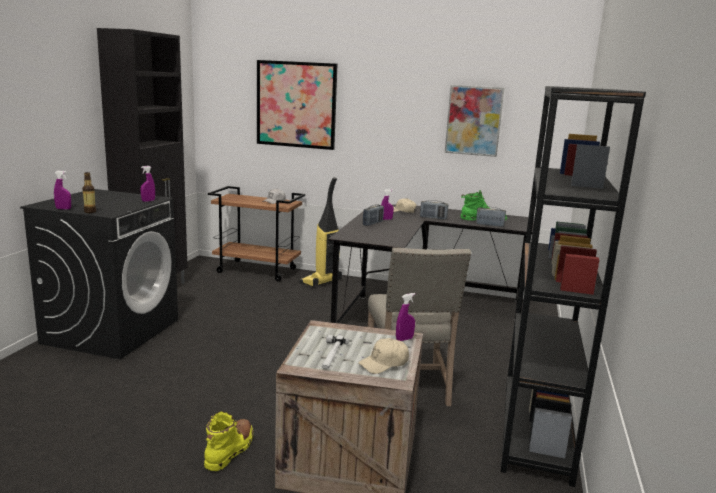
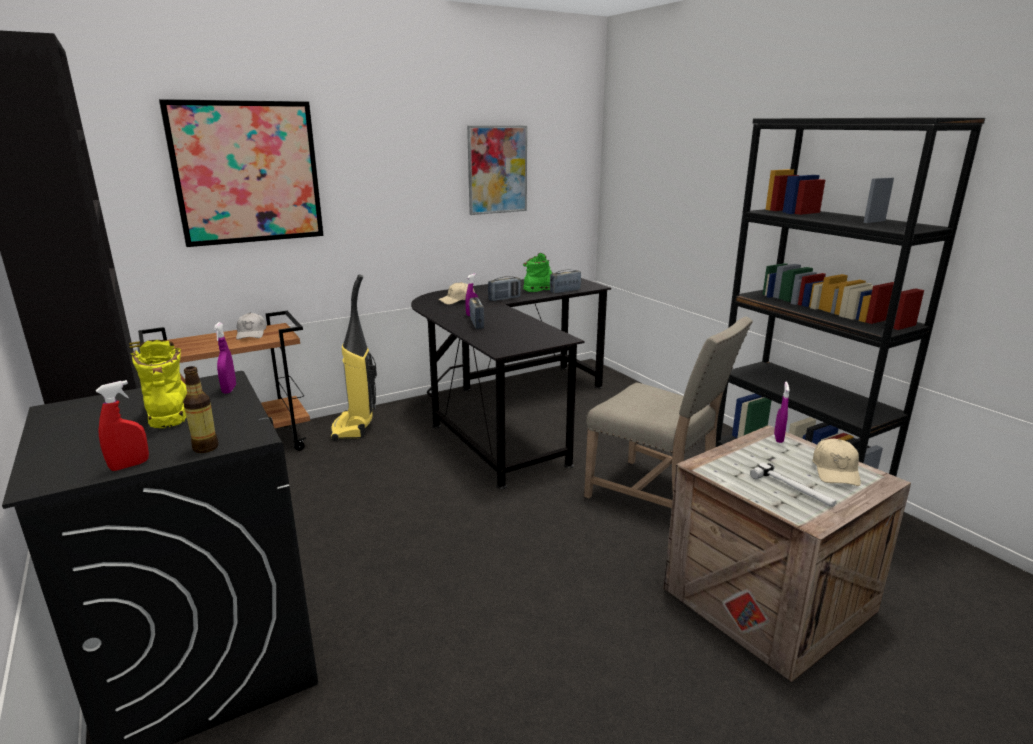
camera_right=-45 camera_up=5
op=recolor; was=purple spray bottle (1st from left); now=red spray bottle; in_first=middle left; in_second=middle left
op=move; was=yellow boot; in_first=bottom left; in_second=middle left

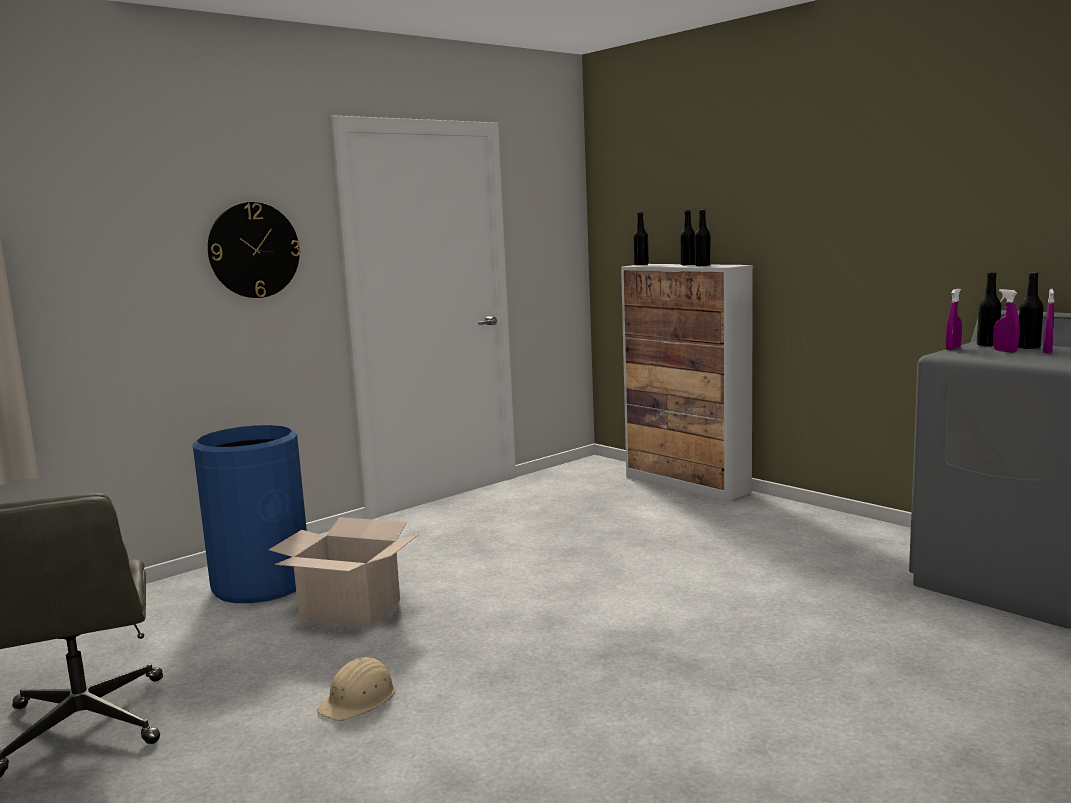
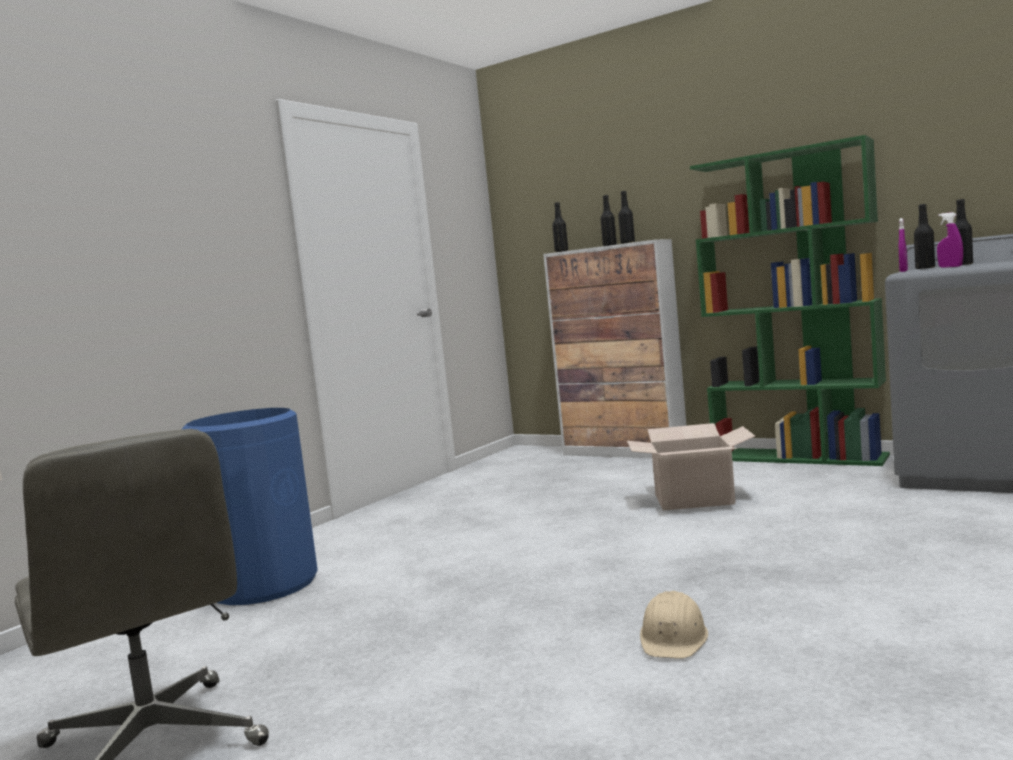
camera_right=-15 camera_up=-5
op=move; was=cardboard box; in_first=bottom left; in_second=middle right
op=move; was=beige hard hat; in_first=bottom left; in_second=bottom centre
op=insert; now=green bookcase; in_second=middle right
op=delete; was=wall clock; in_first=top left
op=delete; was=purple spray bottle (3rd from left); in_first=middle right

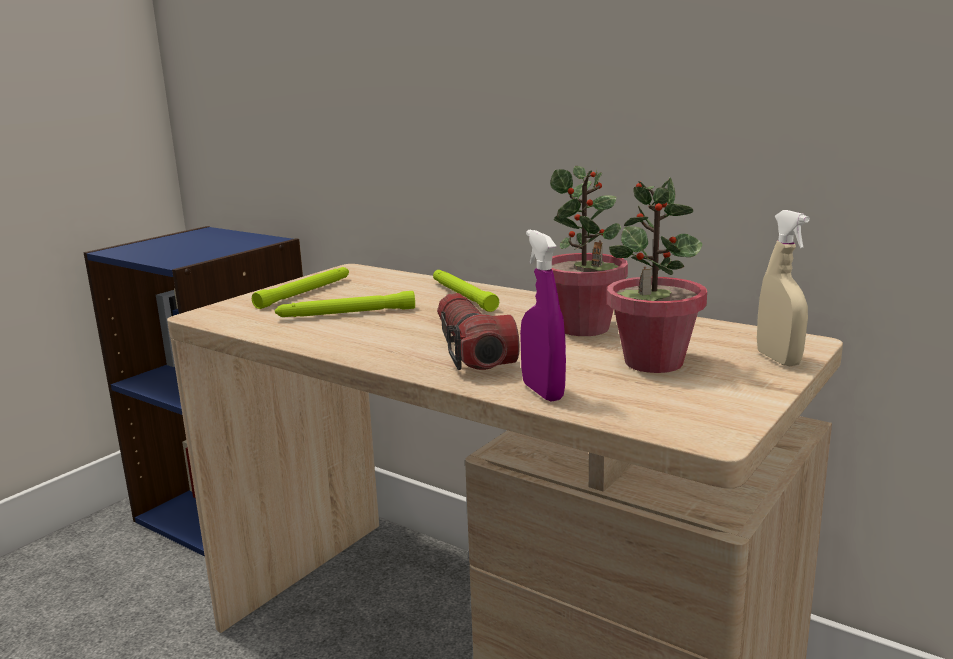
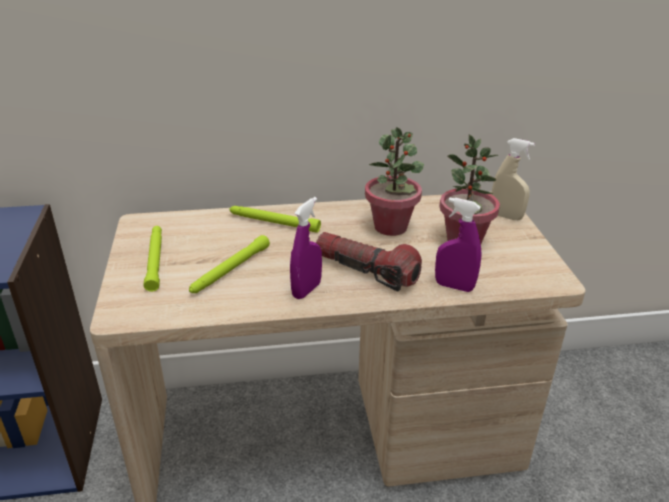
camera_right=-45 camera_up=15
op=insert; now=purple spray bottle (1st from left); in_second=centre

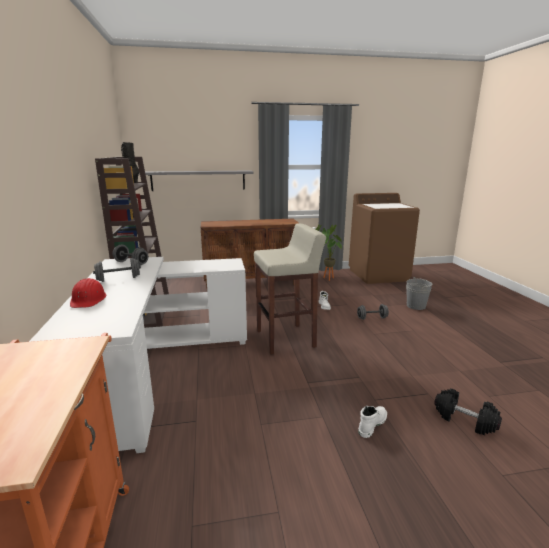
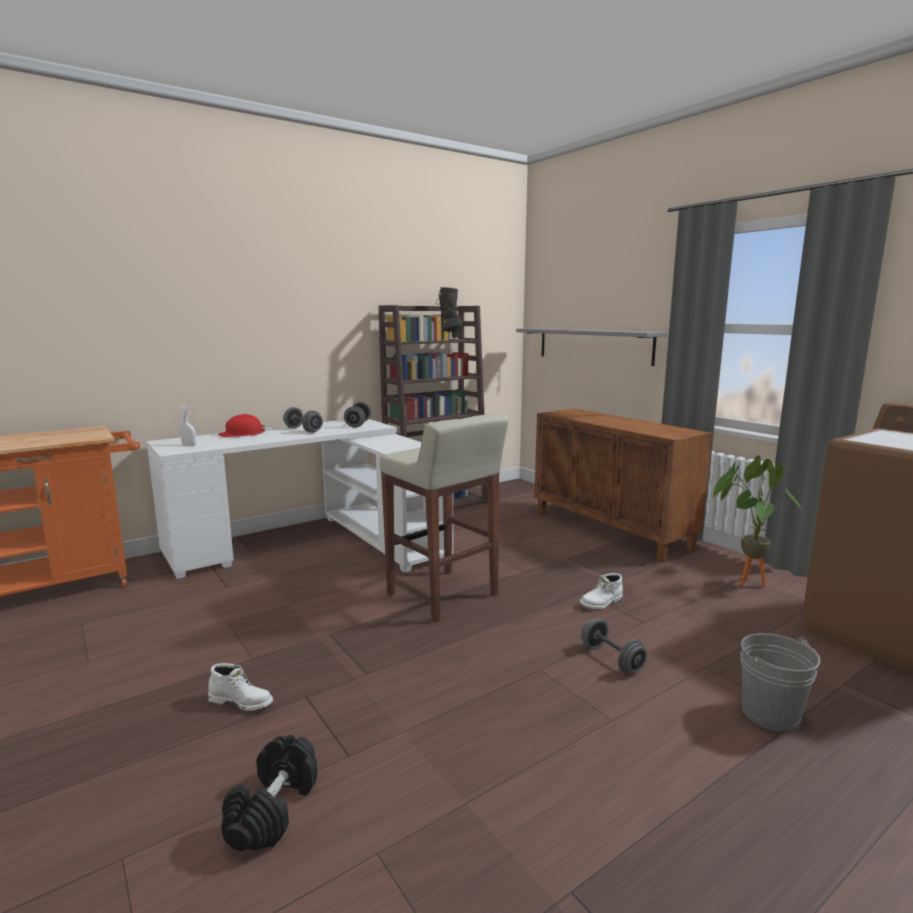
camera_right=65 camera_up=-5
op=insert; now=white spray bottle; in_second=middle left

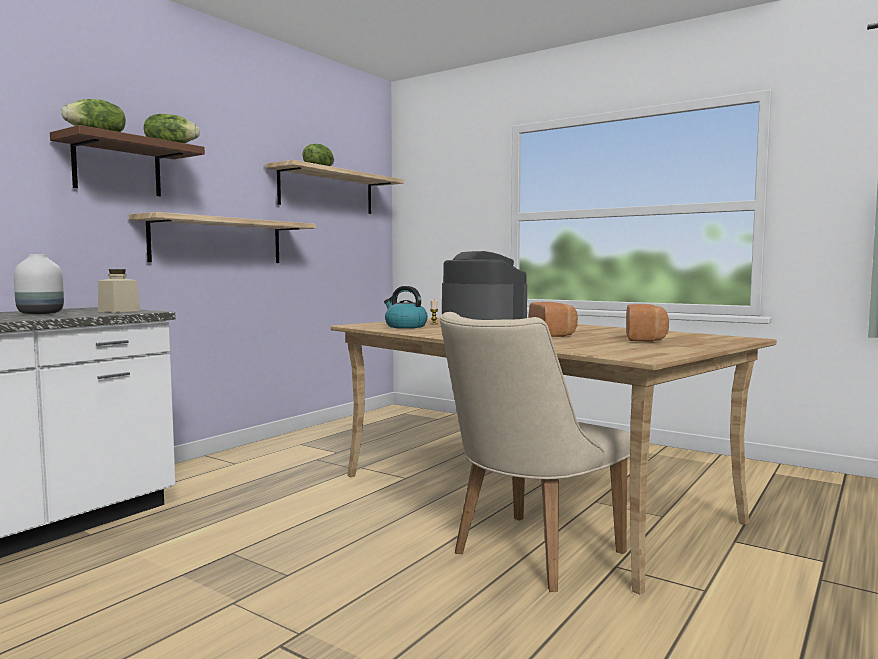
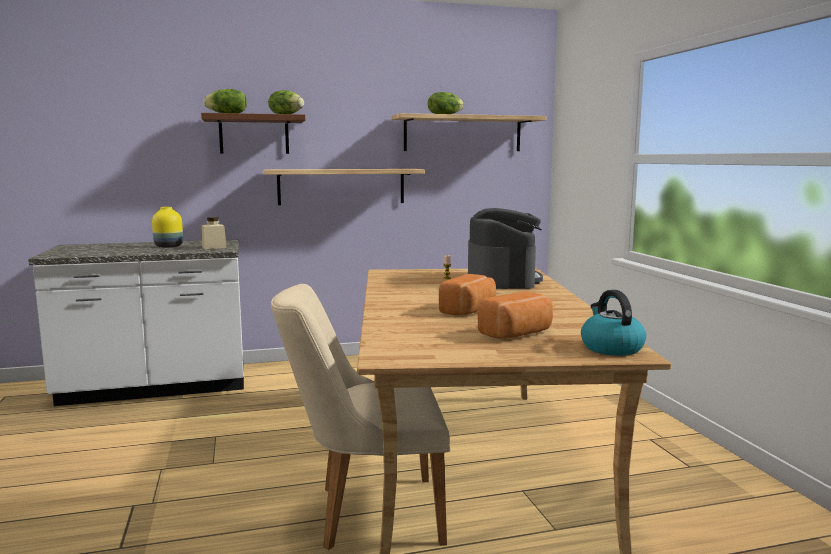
camera_right=40 camera_up=5
op=recolor; was=white vase; now=yellow vase; in_first=middle left; in_second=middle left
op=move; was=kettle; in_first=centre; in_second=middle right

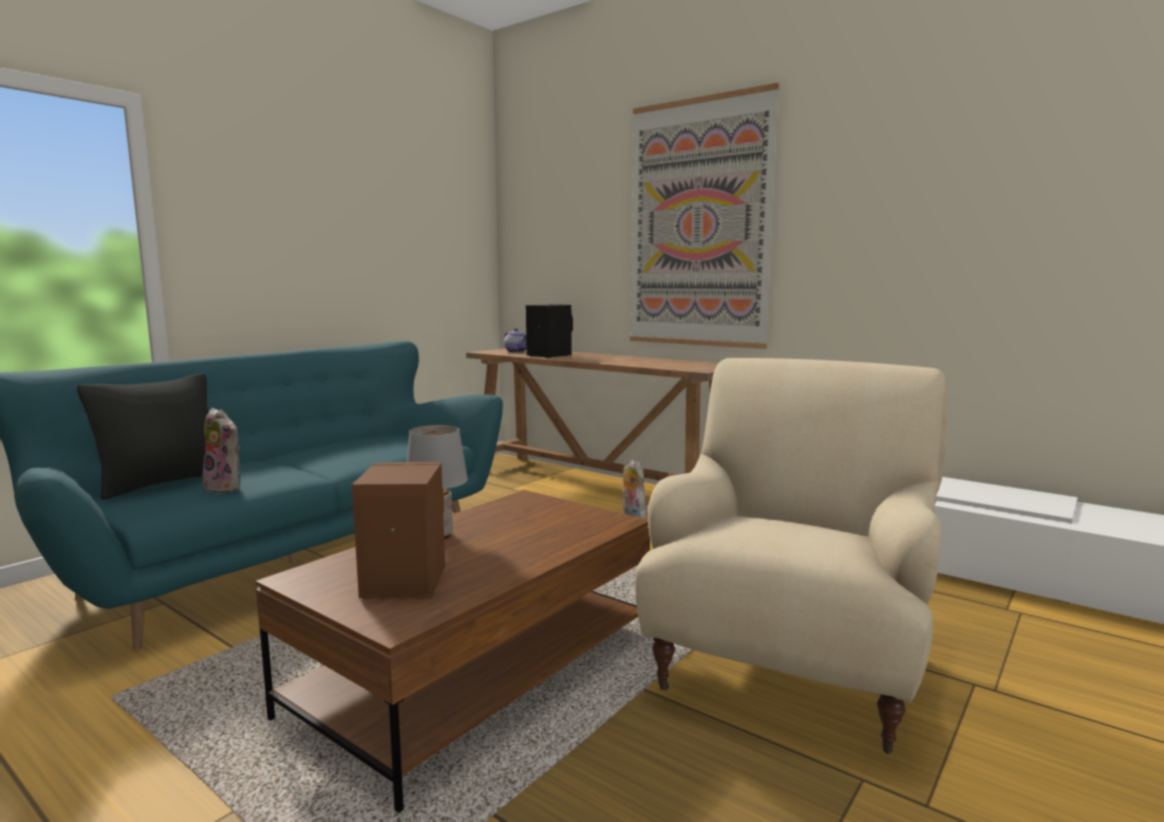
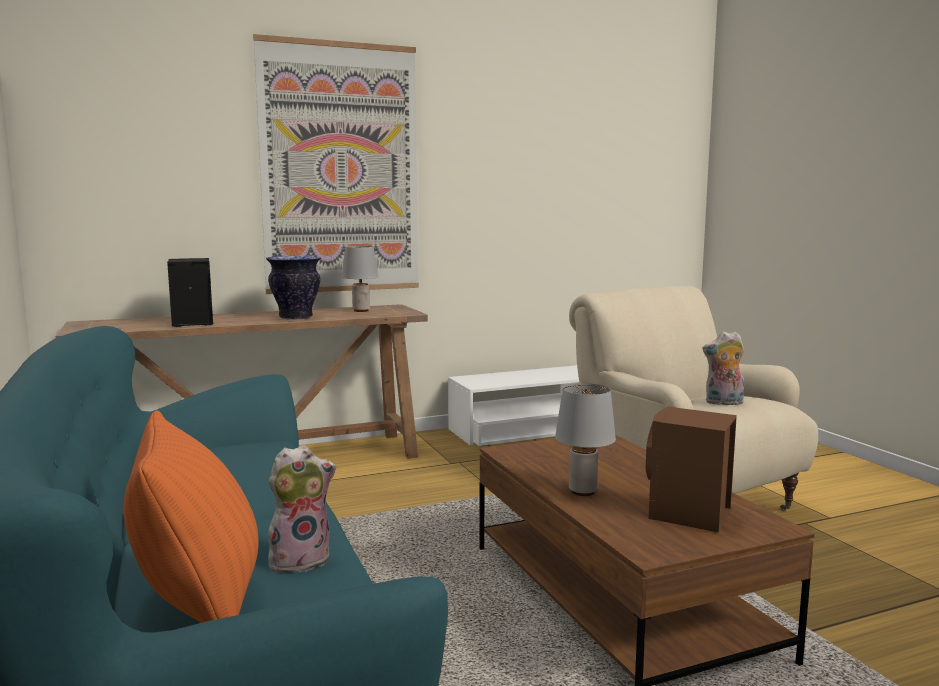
camera_right=-60 camera_up=0
op=recolor; was=black pillow; now=orange pillow; in_first=middle left; in_second=bottom left
op=insert; now=vase; in_second=middle left
op=insert; now=grey table lamp (1st from left); in_second=centre
op=move; was=plush toy (2nd from left); in_first=centre; in_second=middle right
op=delete; was=teapot; in_first=centre

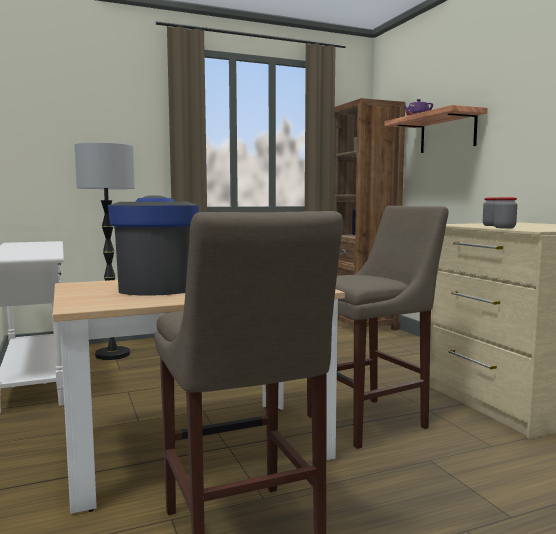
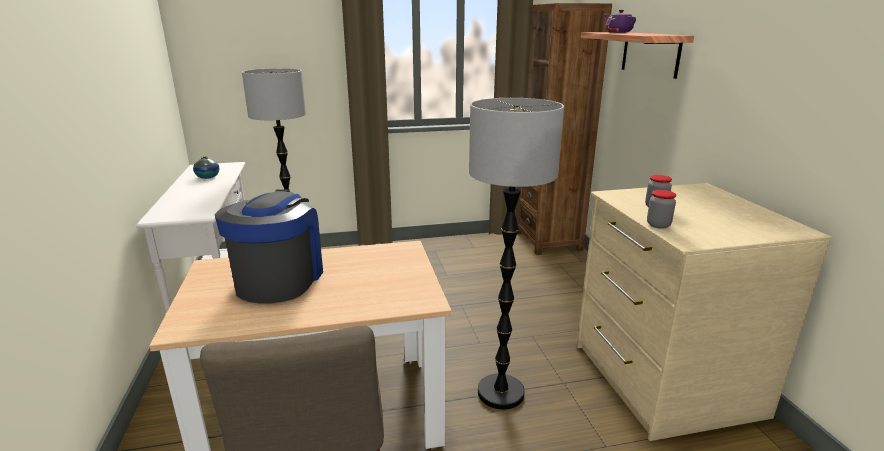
camera_right=10 camera_up=15
op=insert; now=vase; in_second=middle left
op=replace; was=beige stool (2nd from left); now=floor lamp (2nd from left); in_first=middle right; in_second=centre

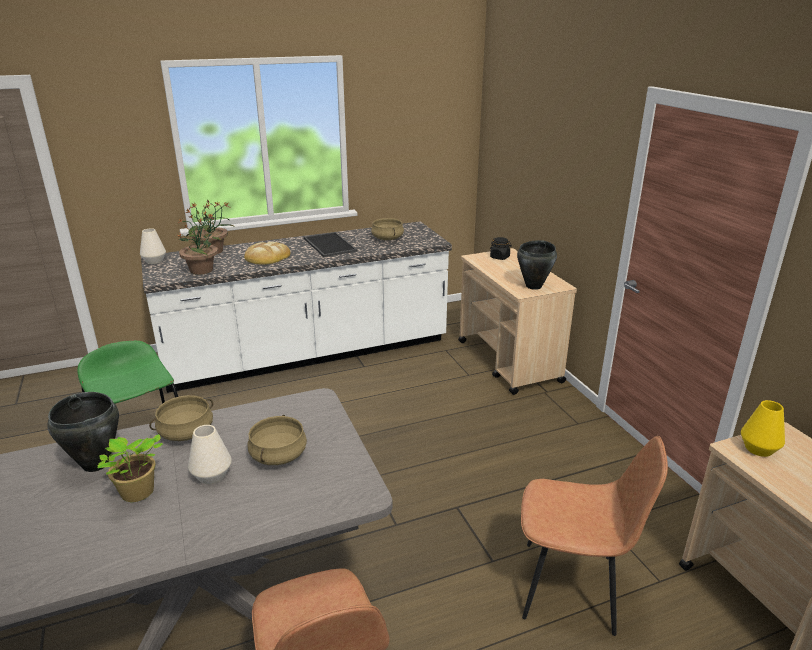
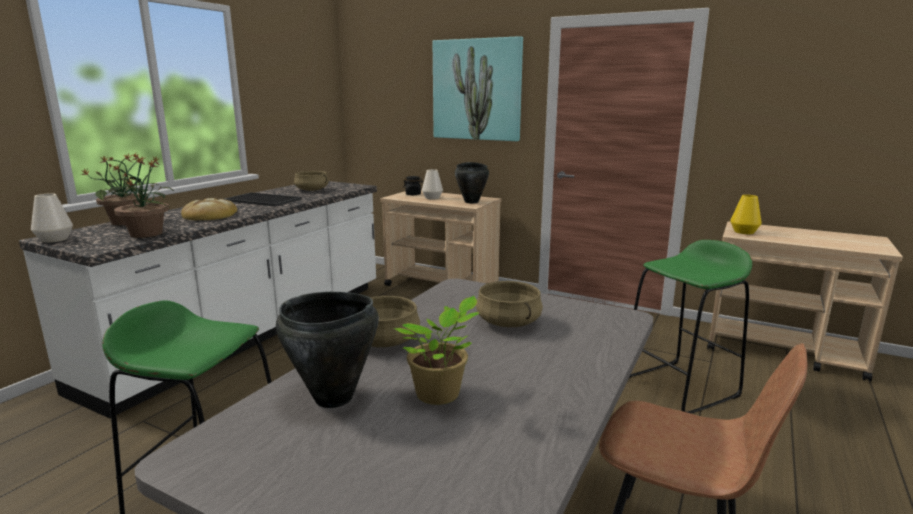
camera_right=-40 camera_up=-10
op=move; was=white vase (2nd from left); in_first=bottom left; in_second=centre
op=insert; now=picture; in_second=top centre
op=replace; was=brown chair (2nd from left); now=green stool (2nd from left); in_first=bottom right; in_second=middle right

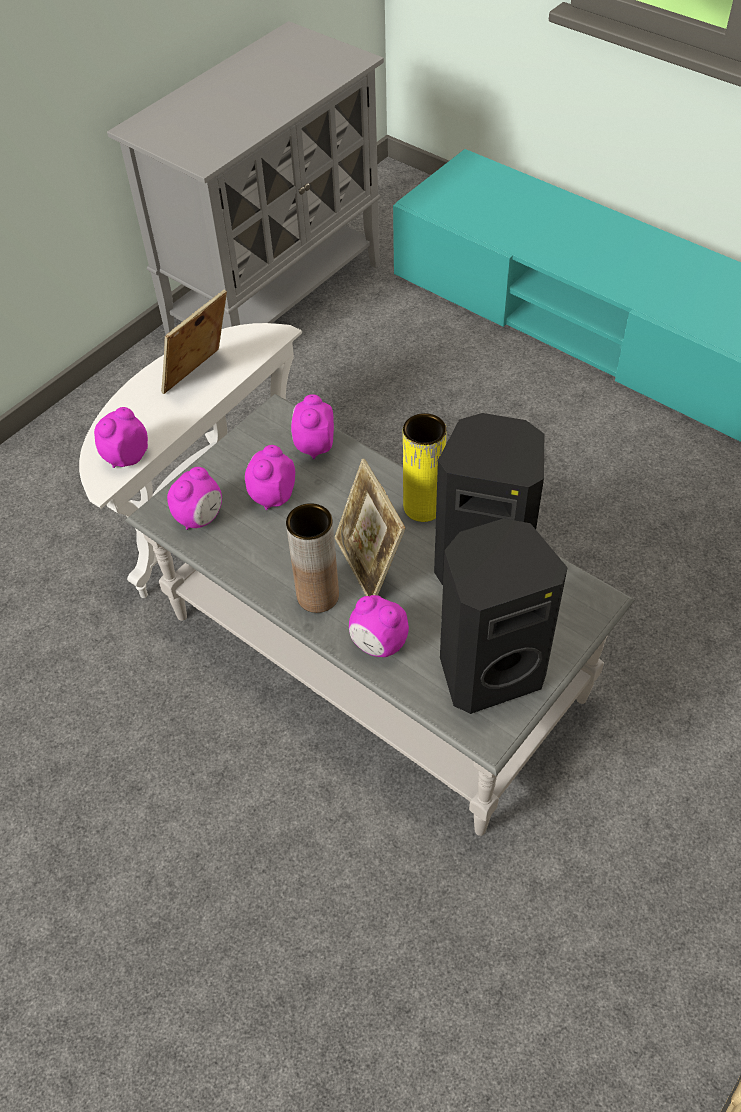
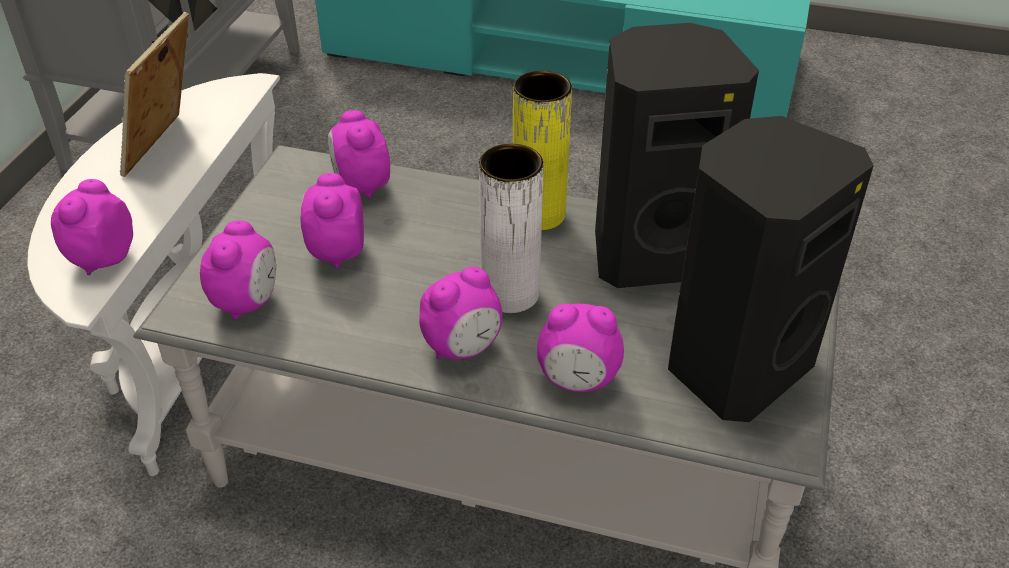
camera_right=-25 camera_up=-10
op=replace; was=brown vase; now=alarm clock (5th from left); in_first=centre; in_second=centre
op=replace; was=picture frame (2nd from left); now=white vase; in_first=centre; in_second=centre

